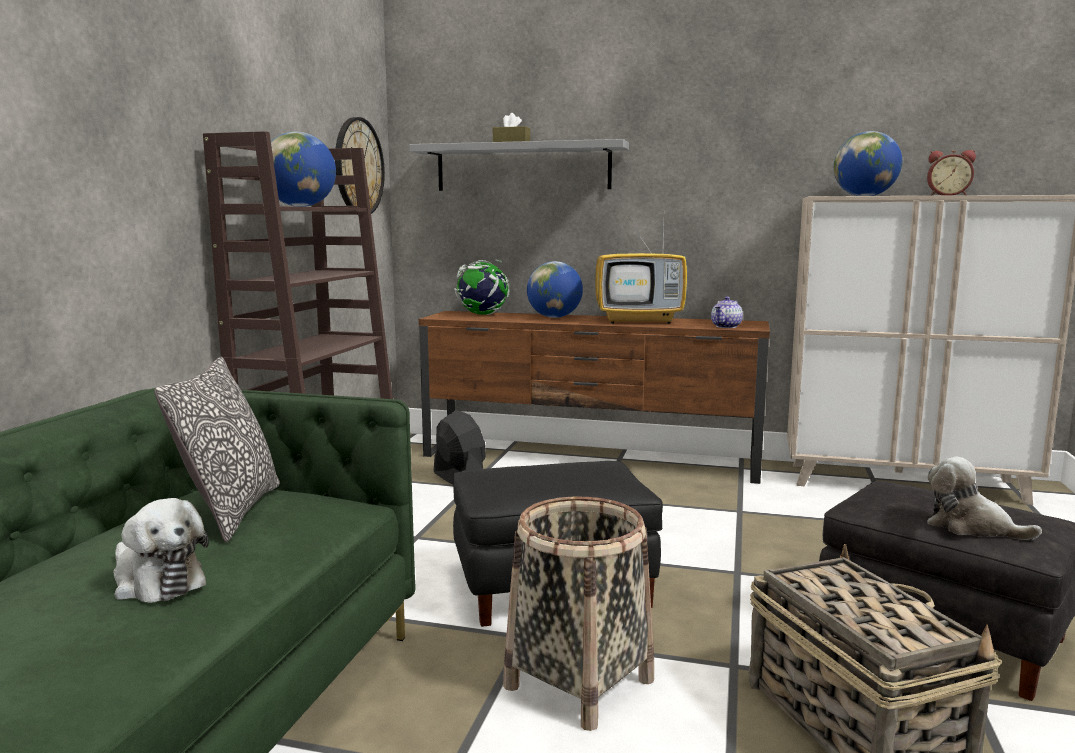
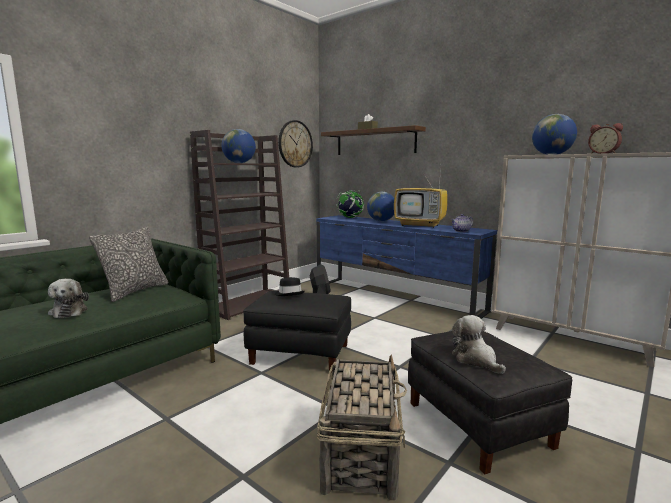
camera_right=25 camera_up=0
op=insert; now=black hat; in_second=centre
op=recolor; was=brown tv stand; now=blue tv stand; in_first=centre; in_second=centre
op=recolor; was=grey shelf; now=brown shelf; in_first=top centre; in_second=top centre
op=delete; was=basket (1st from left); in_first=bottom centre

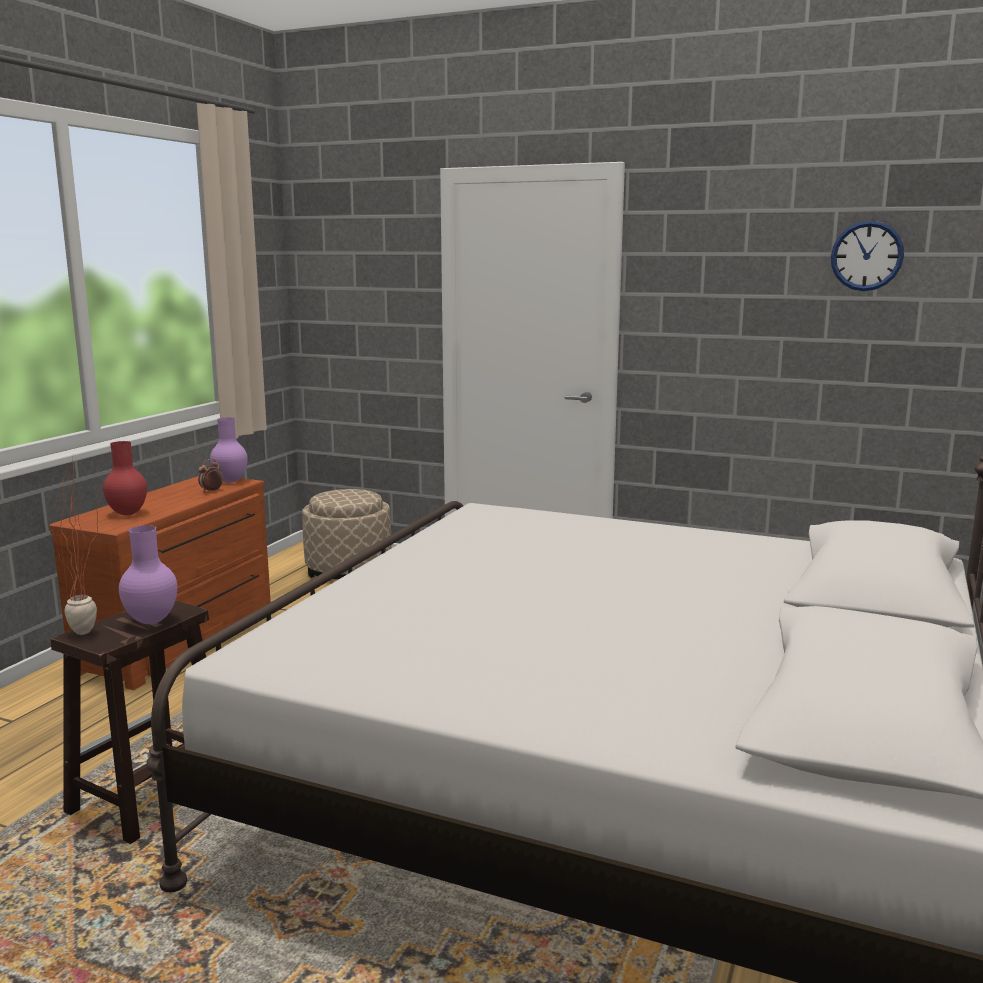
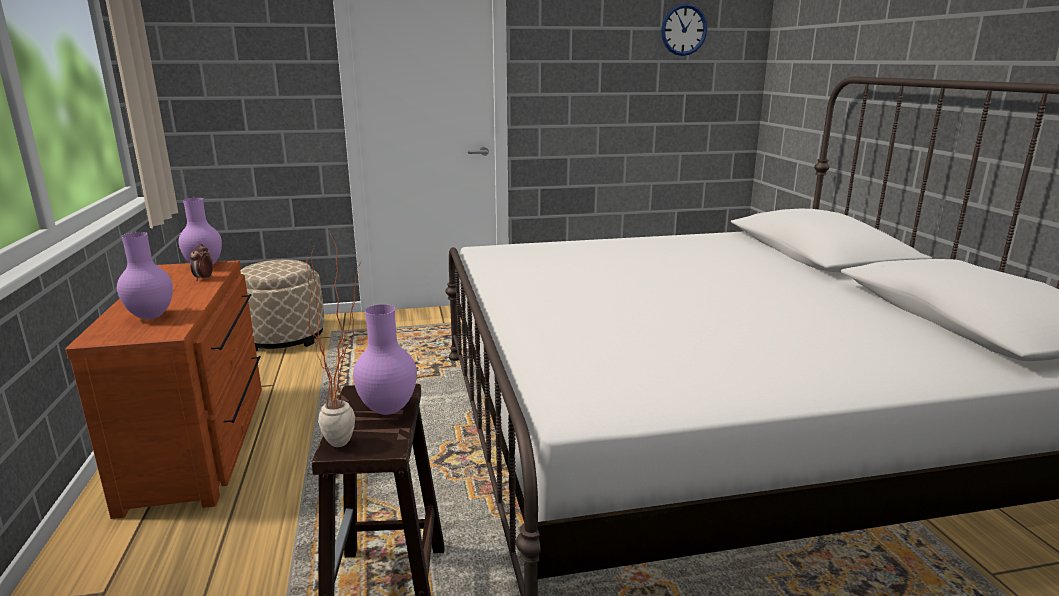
camera_right=-35 camera_up=5
op=recolor; was=red vase; now=purple vase (1st from left); in_first=middle left; in_second=middle left

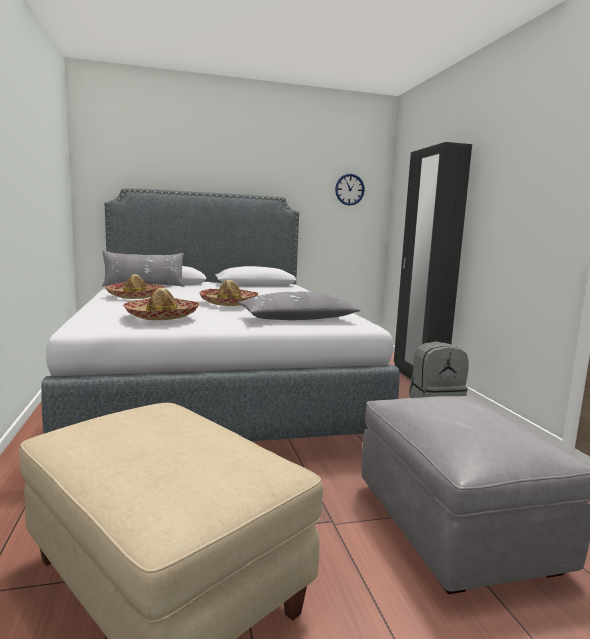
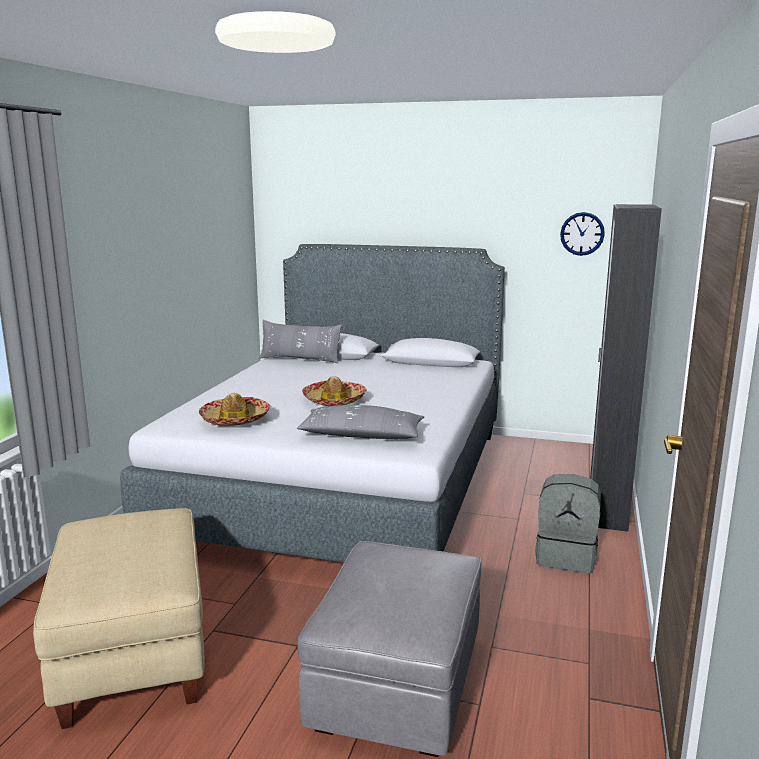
camera_right=30 camera_up=5
op=delete; was=hat (1st from left); in_first=middle left

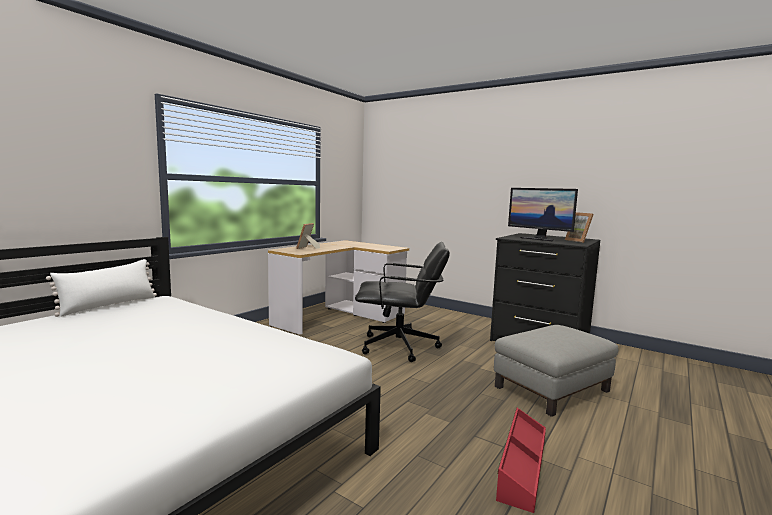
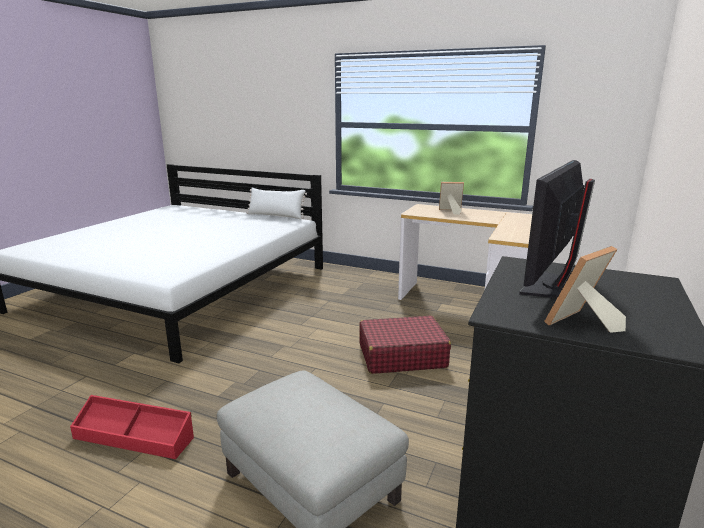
camera_right=80 camera_up=10
op=replace; was=black office chair; now=red suitcase; in_first=centre; in_second=centre

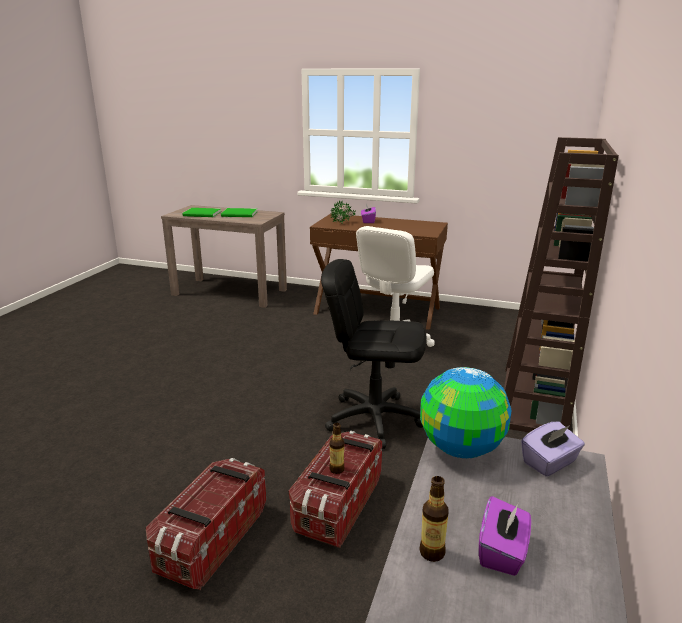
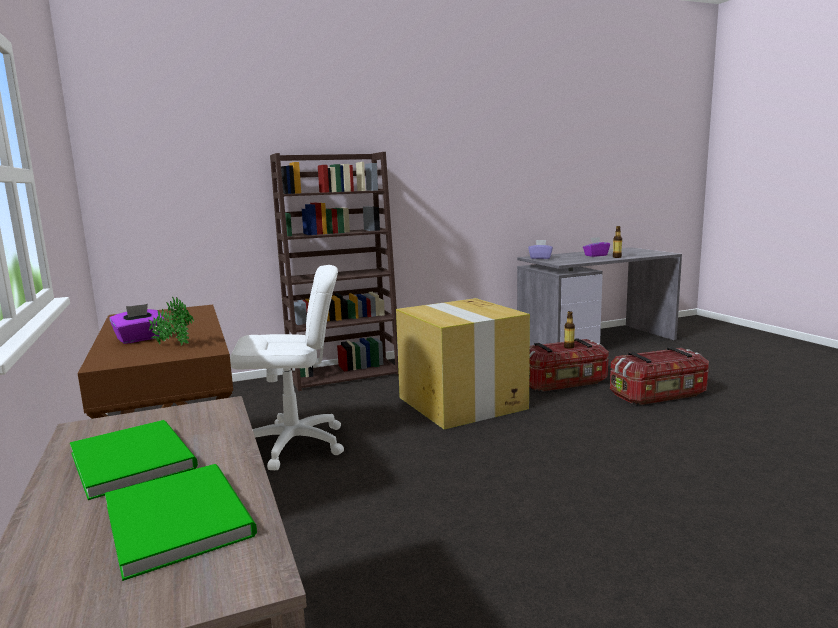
camera_right=-130 camera_up=-10
op=replace; was=black office chair; now=cardboard box; in_first=centre; in_second=centre
op=delete; was=globe; in_first=middle right

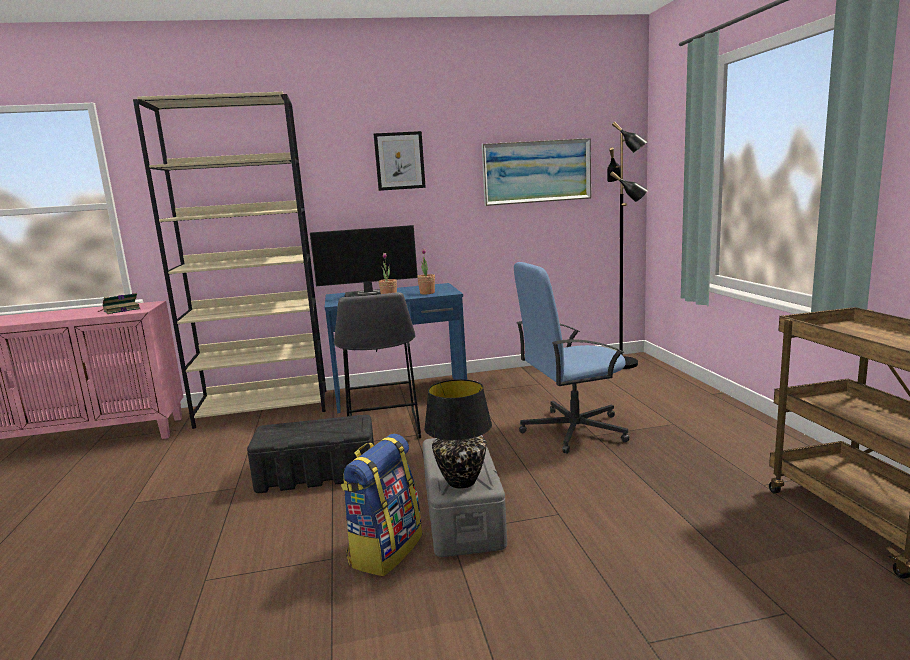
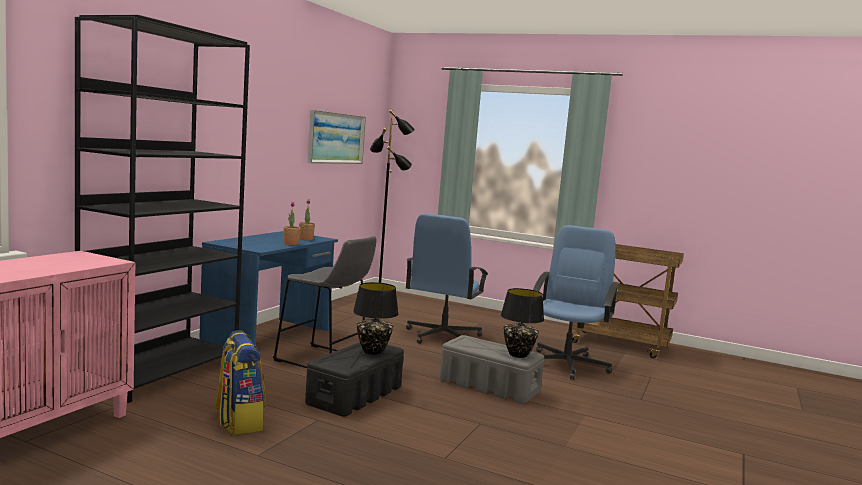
camera_right=-55 camera_up=-5
op=recolor; was=beige bookcase; now=black bookcase; in_first=middle left; in_second=middle left
op=move; was=backpack; in_first=bottom centre; in_second=bottom left
op=insert; now=black table lamp (1st from left); in_second=centre
op=insert; now=blue office chair (2nd from left); in_second=middle right
op=delete; was=book; in_first=middle left
op=delete; was=monitor; in_first=centre
op=delete; was=picture (1st from left); in_first=top centre

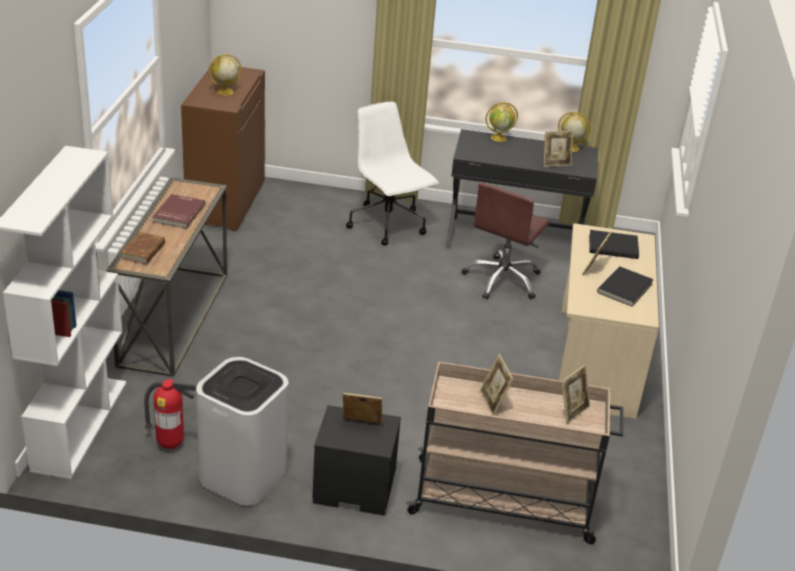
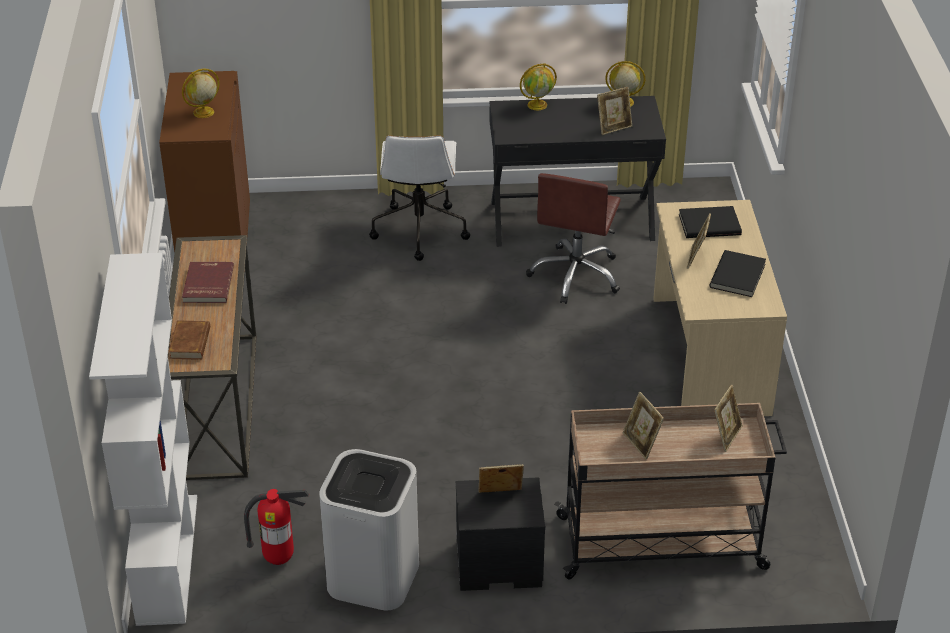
camera_right=-10 camera_up=5
op=rotate; was=white office chair; in_first=top centre; in_second=top centre; clockwise=-135

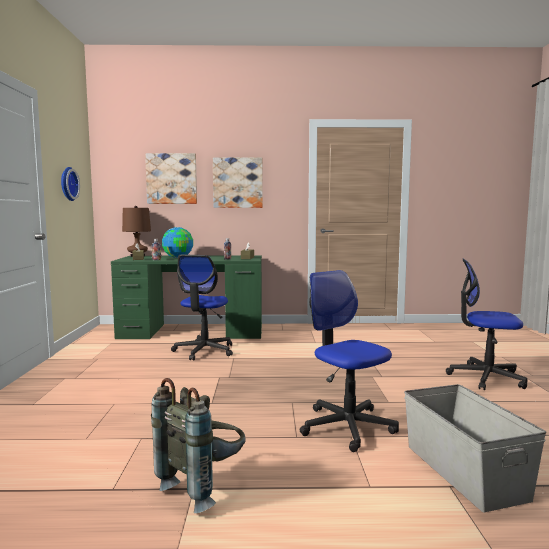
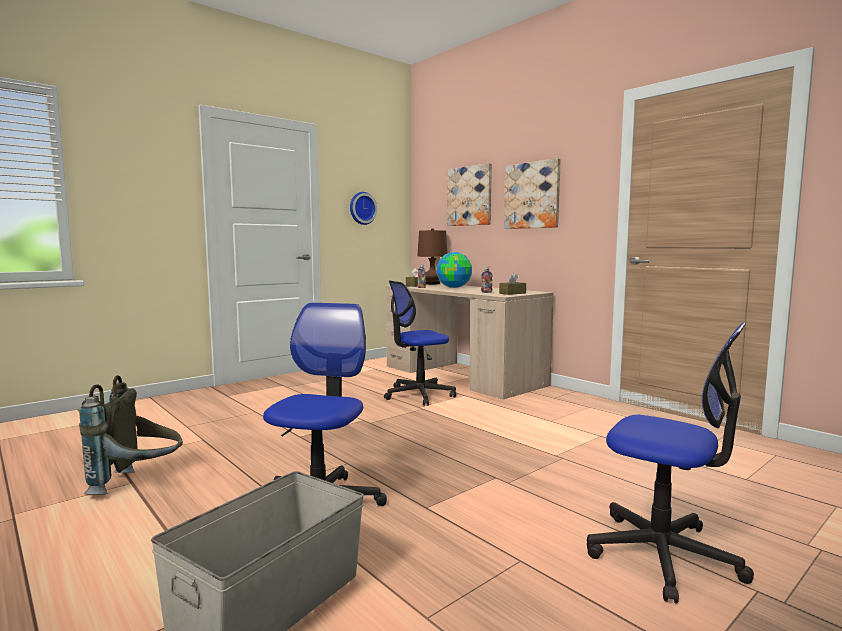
camera_right=50 camera_up=0
op=recolor; was=green desk; now=beige desk; in_first=centre; in_second=centre
op=rotate; was=office chair (3rd from left); in_first=middle right; in_second=bottom right; clockwise=150

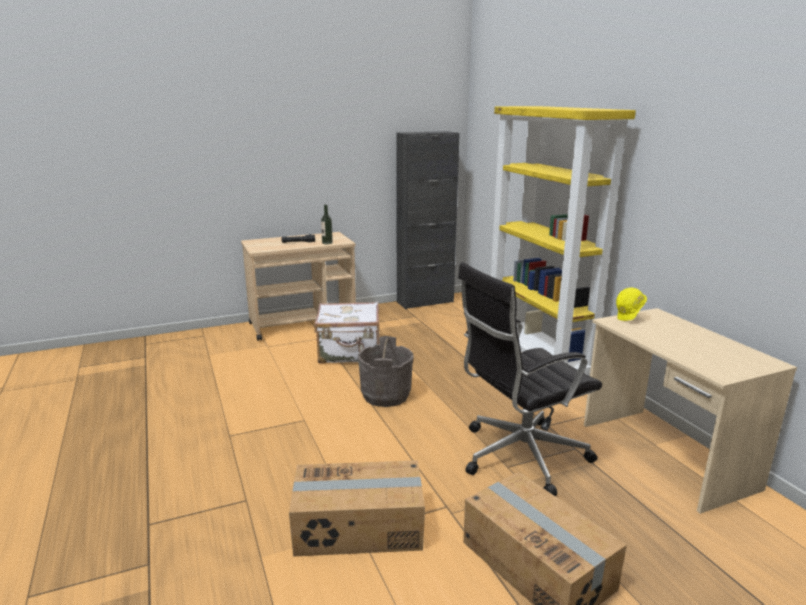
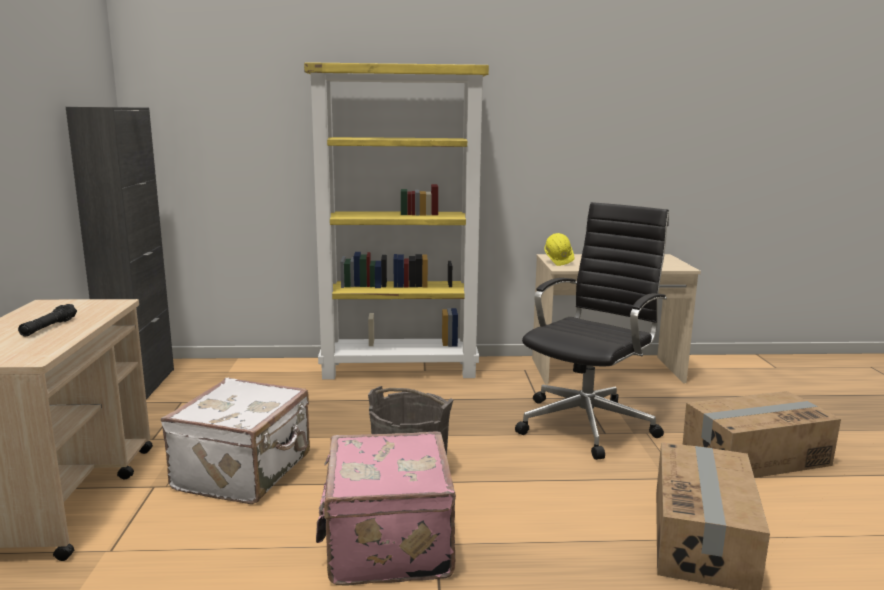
camera_right=-70 camera_up=-5
op=insert; now=pink suitcase; in_second=bottom centre
op=rotate; was=black office chair; in_first=centre; in_second=middle right; clockwise=-135
op=delete; was=bottle; in_first=centre

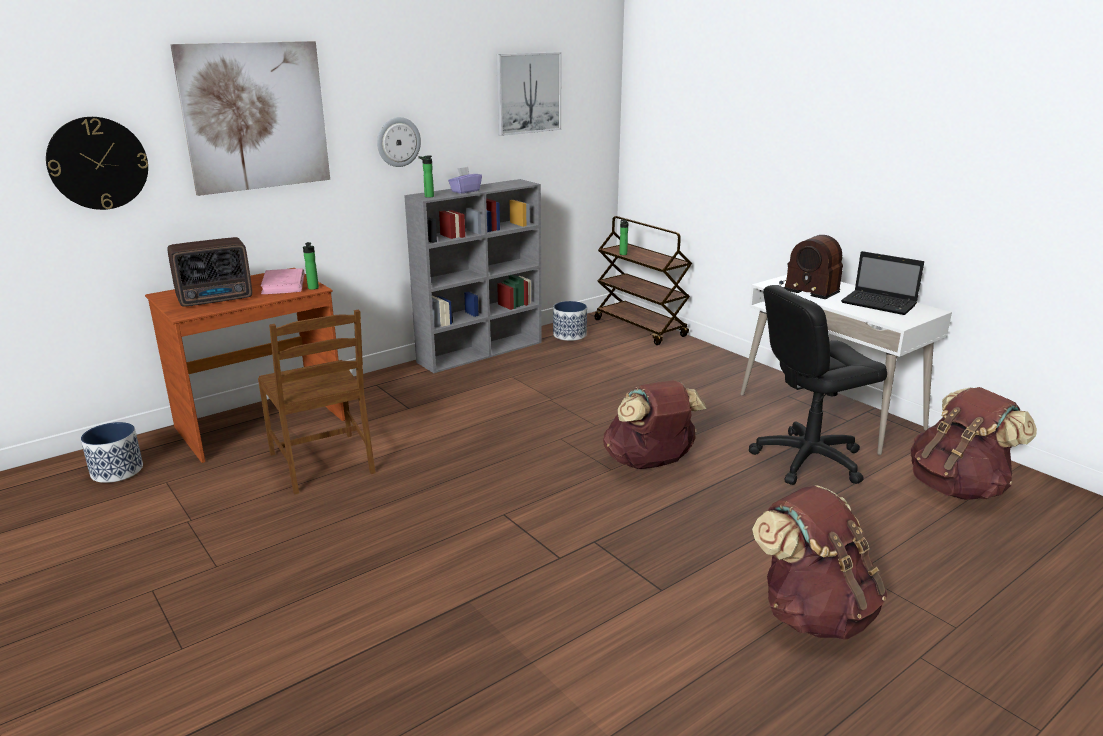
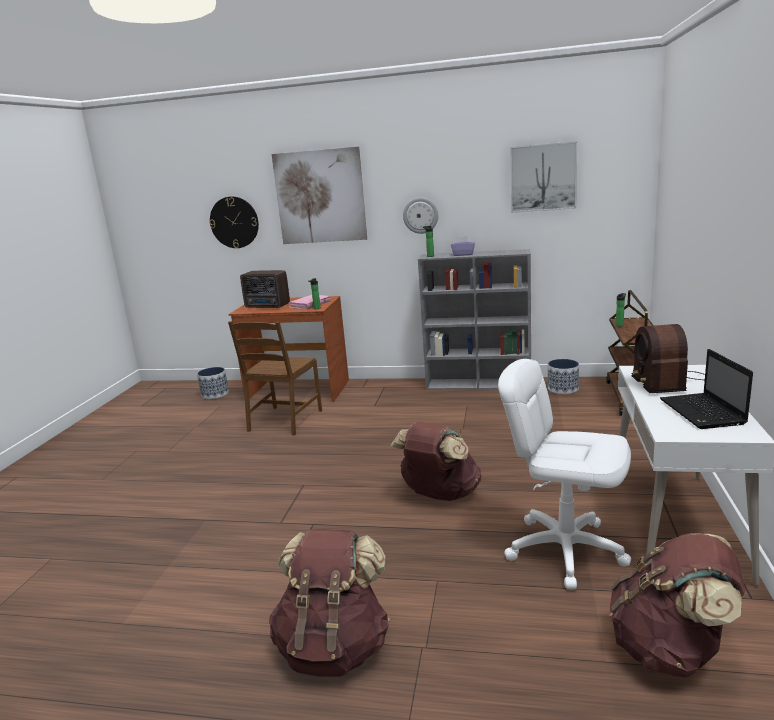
camera_right=50 camera_up=-5
op=recolor; was=black office chair; now=white office chair; in_first=middle right; in_second=middle right

